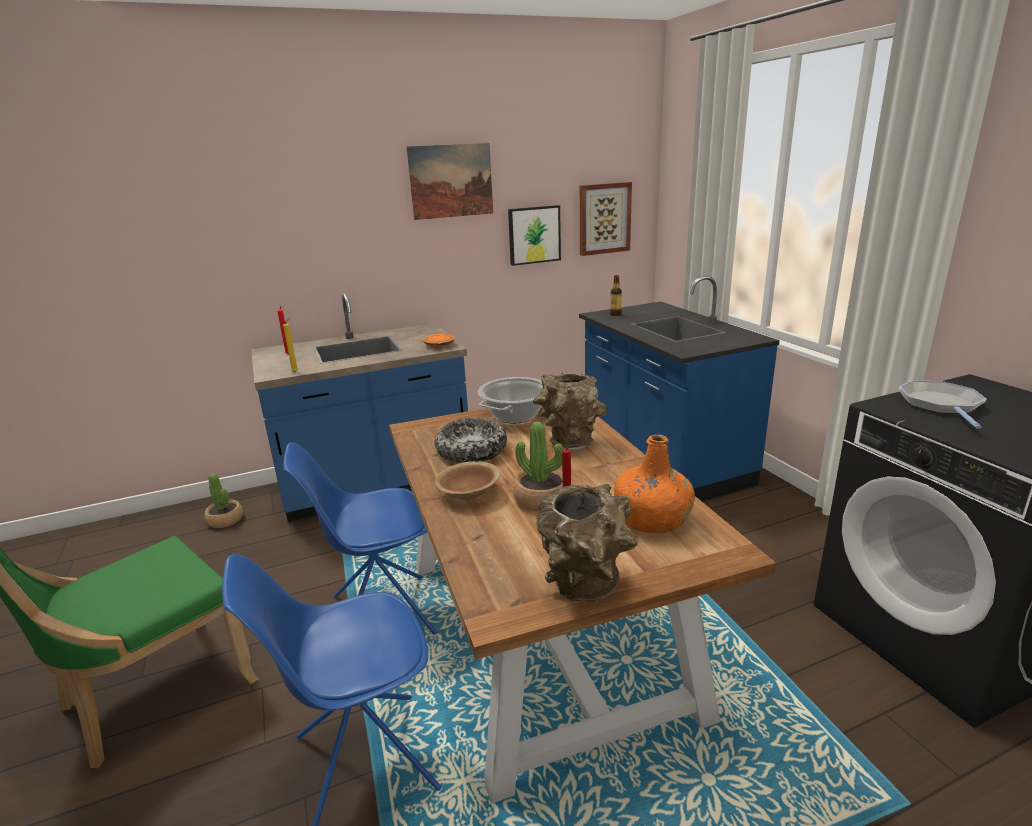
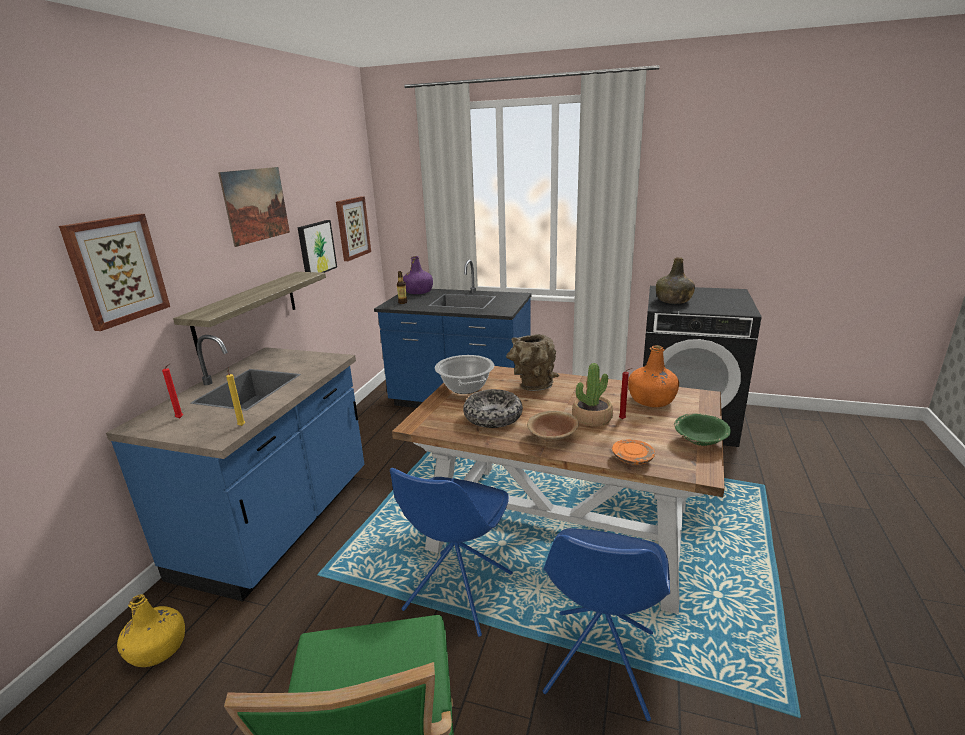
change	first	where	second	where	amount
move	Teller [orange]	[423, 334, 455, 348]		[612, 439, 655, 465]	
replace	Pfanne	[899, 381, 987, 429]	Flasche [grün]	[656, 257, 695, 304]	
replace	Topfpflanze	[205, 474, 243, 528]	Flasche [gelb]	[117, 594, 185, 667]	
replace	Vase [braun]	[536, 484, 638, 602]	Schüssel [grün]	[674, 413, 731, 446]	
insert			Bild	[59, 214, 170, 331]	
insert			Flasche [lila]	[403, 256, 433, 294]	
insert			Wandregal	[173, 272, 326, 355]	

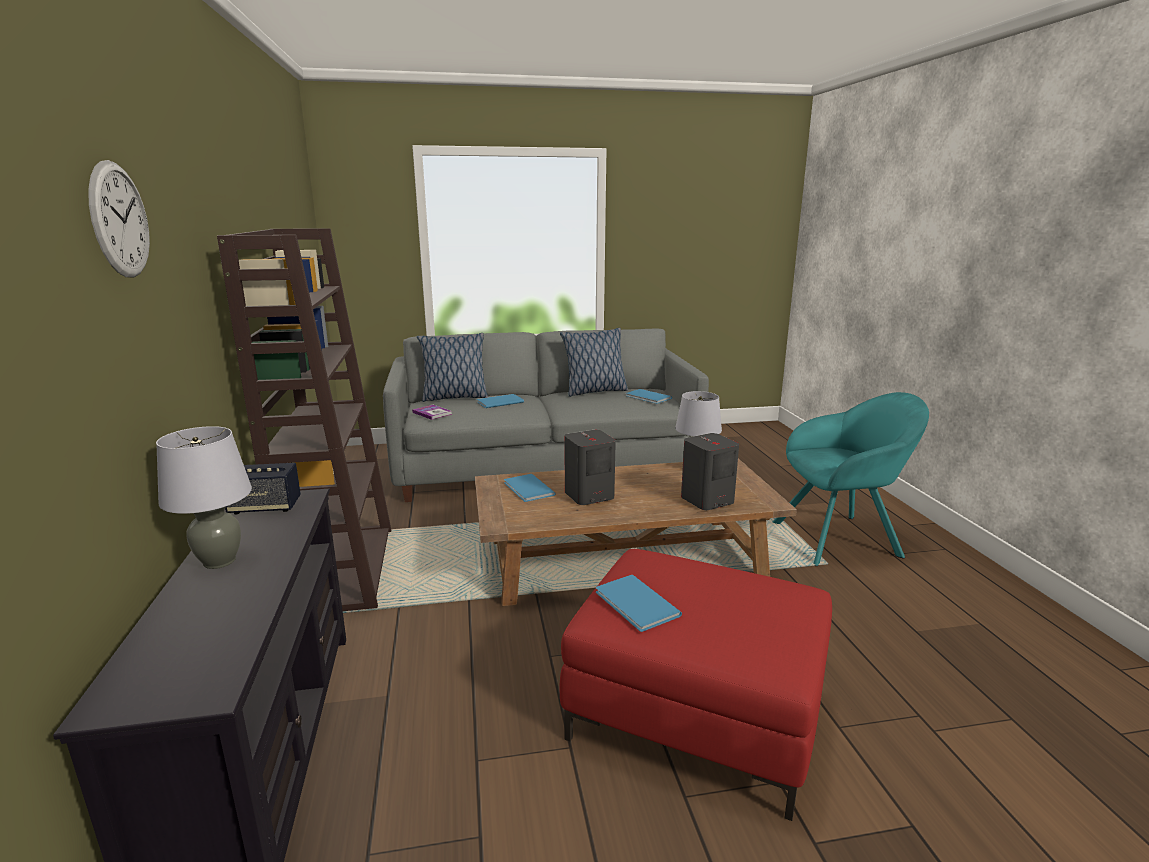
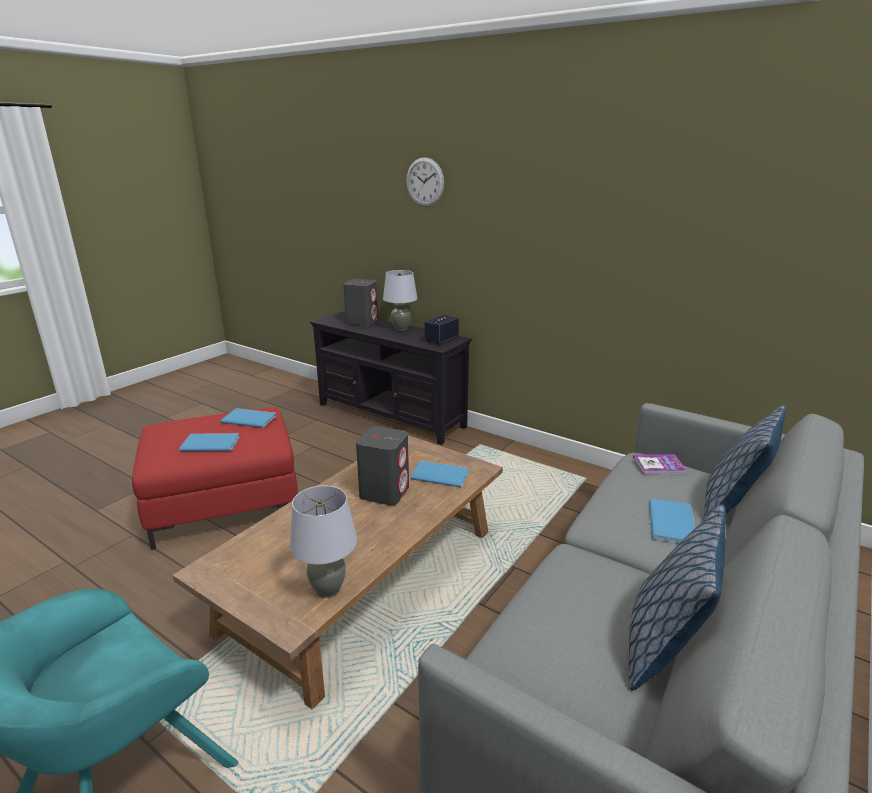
change	first	where	second	where	amount
delete	Bücherregal [braun]	[217, 228, 391, 611]			
move	Buch [blau]	[626, 389, 672, 404]		[179, 433, 239, 451]	
move	Lautsprecher [grau]	[681, 433, 739, 510]		[343, 279, 378, 326]	

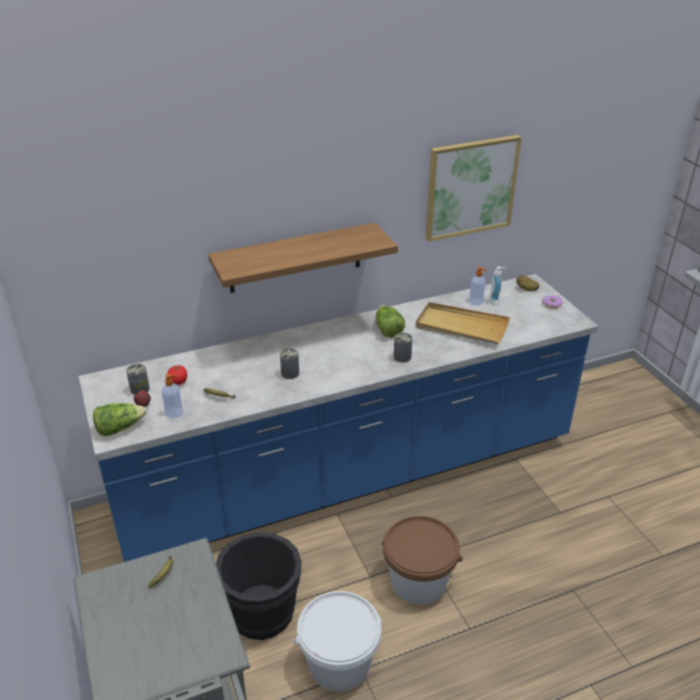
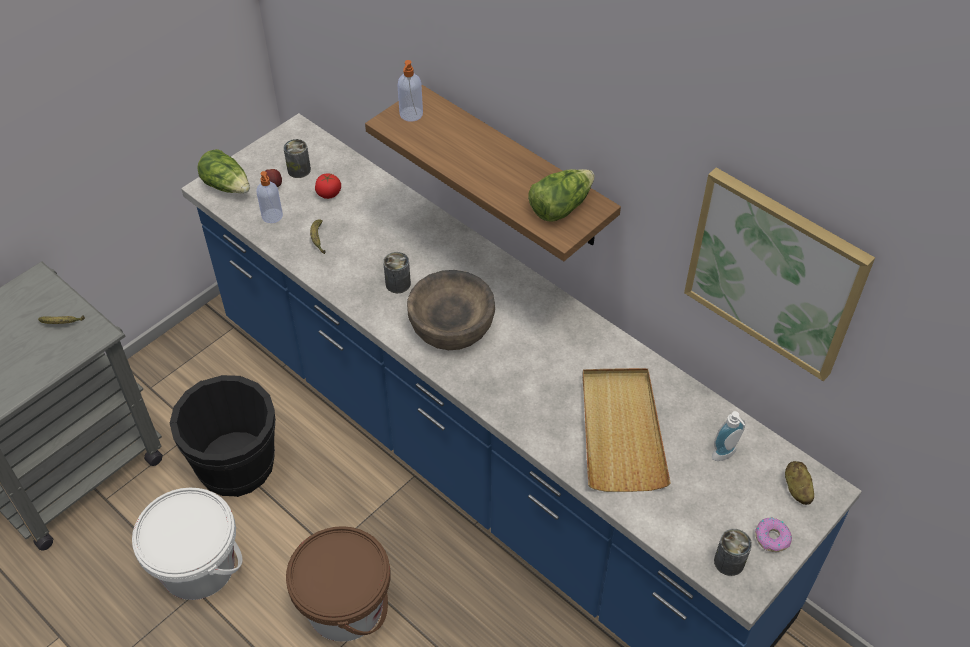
change	first	where	second	where	amount
move	Seifenspender	[469, 267, 487, 305]		[397, 60, 423, 122]	
move	Salatkopf	[376, 305, 405, 338]		[528, 169, 595, 222]	
move	Dose	[394, 333, 412, 363]		[714, 529, 752, 576]	
insert			Schüssel [braun]	[407, 270, 495, 350]	

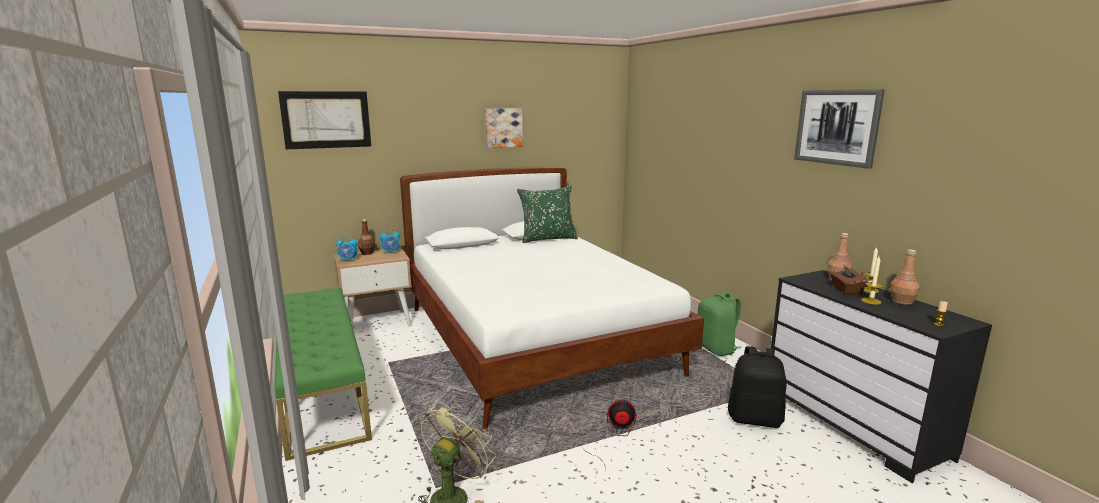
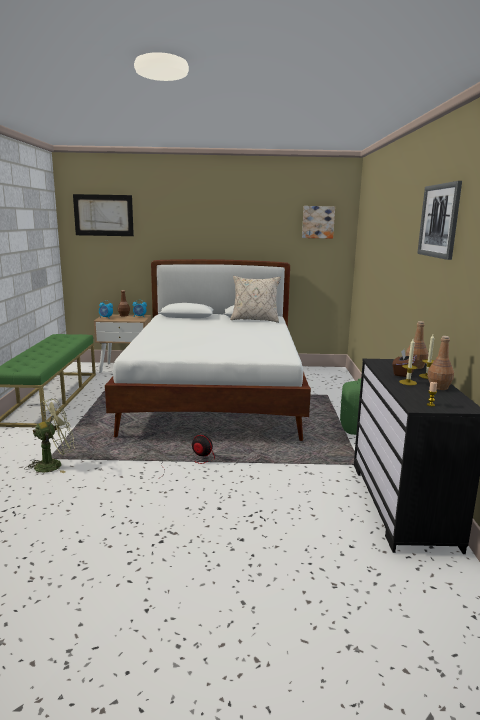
change	first	where	second	where	amount
move	Bild	[485, 108, 523, 148]		[302, 206, 335, 239]	
recolor	Kissen [grün]	[517, 185, 578, 243]	Kissen [beige]	[230, 276, 281, 323]	
delete	Rucksack [schwarz]	[728, 346, 787, 428]			

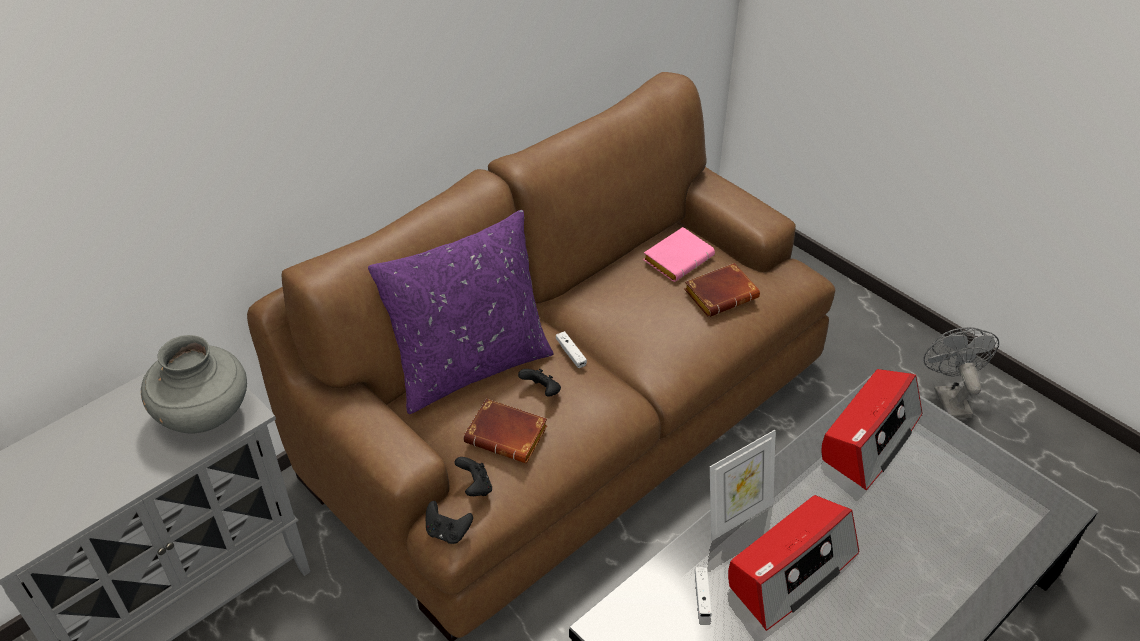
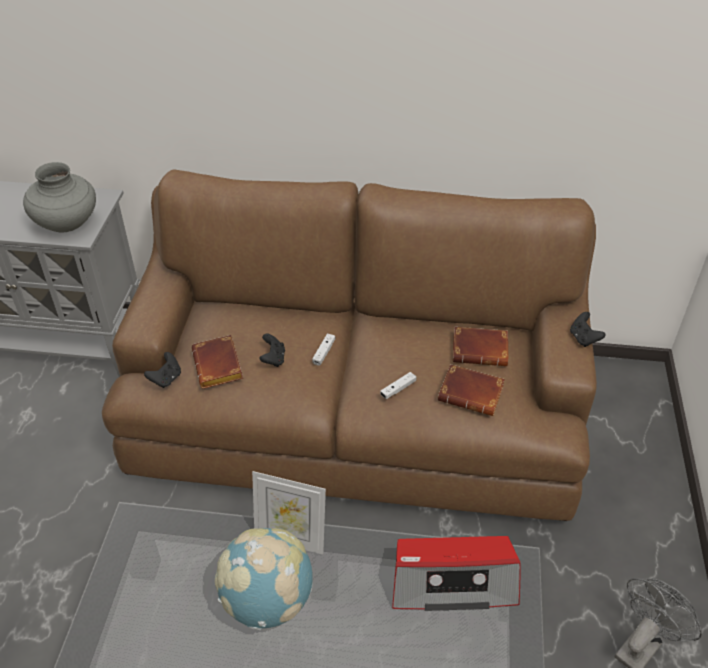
change	first	where	second	where	amount
delete	Kissen [lila]	[368, 210, 554, 414]			
recolor	Buch [rosa]	[643, 227, 715, 282]	Buch [braun]	[453, 327, 508, 366]	
replace	Radio	[728, 495, 860, 631]	Globus	[215, 528, 313, 630]	
move	Gamepad [schwarz]	[426, 501, 473, 544]		[570, 312, 606, 347]	
move	Gamepad [weiß]	[695, 567, 712, 617]		[380, 372, 416, 399]	

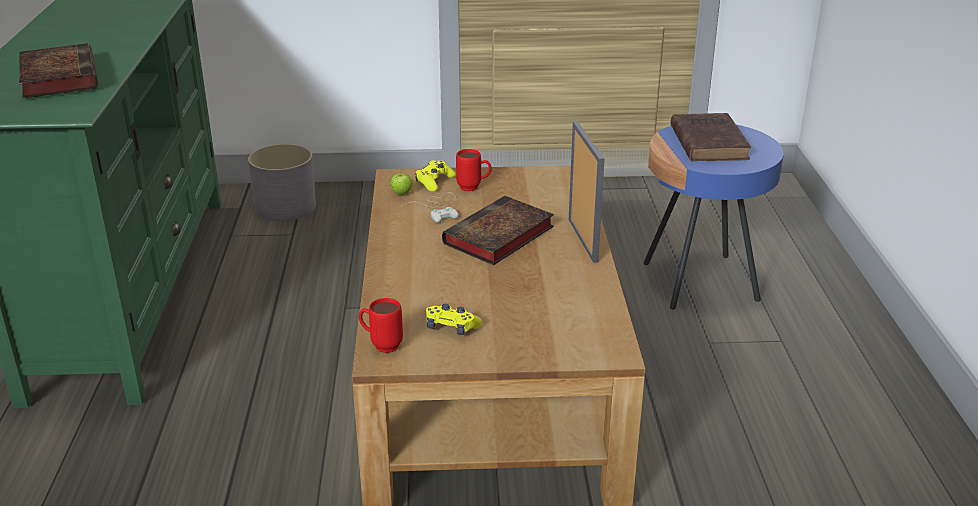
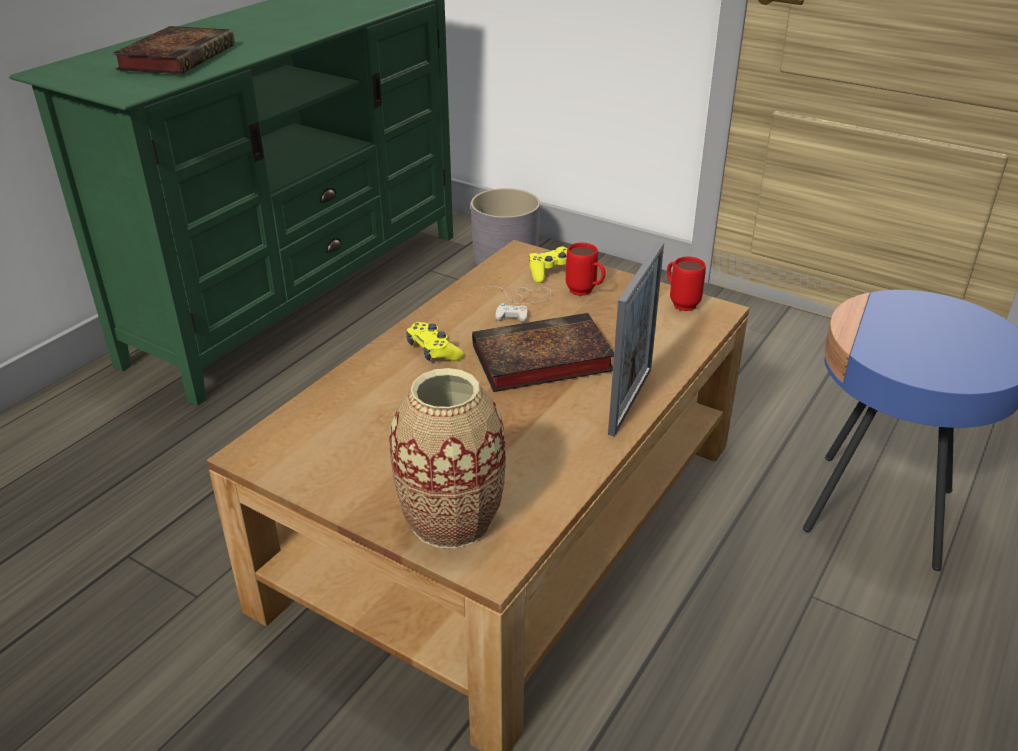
change	first	where	second	where	amount
delete	Buch [braun]	[671, 113, 751, 161]			
delete	Apfel	[390, 170, 413, 195]			
move	Henkelbecher [rot]	[359, 298, 403, 353]		[667, 257, 706, 311]	
move	Gamepad [gelb]	[426, 304, 482, 335]		[406, 322, 464, 361]	
insert			Vase	[389, 368, 506, 549]	

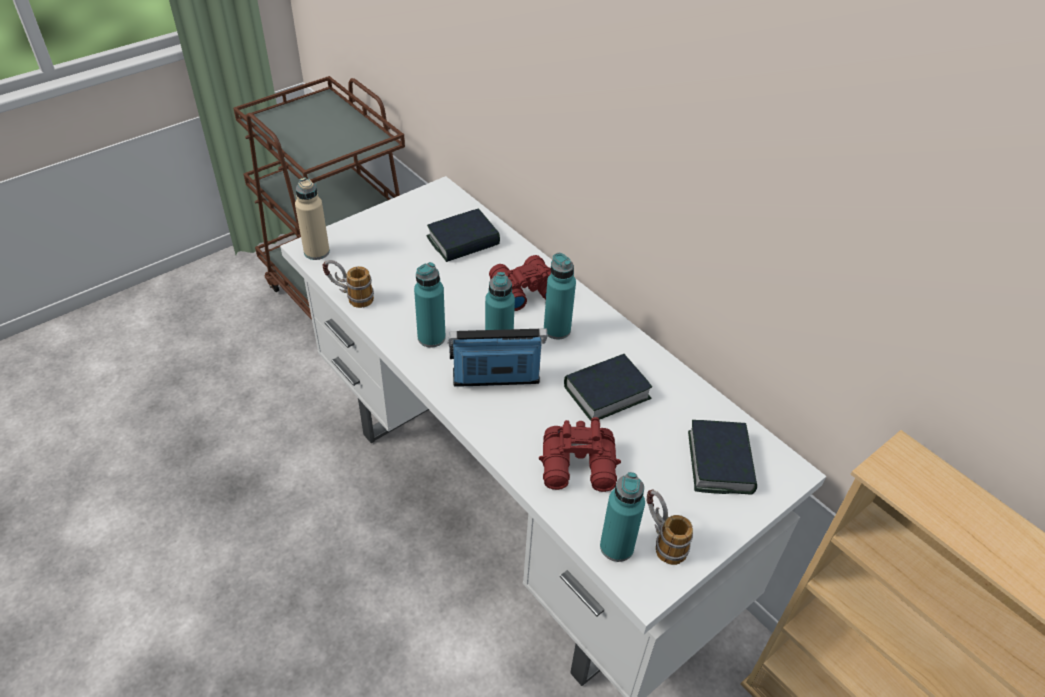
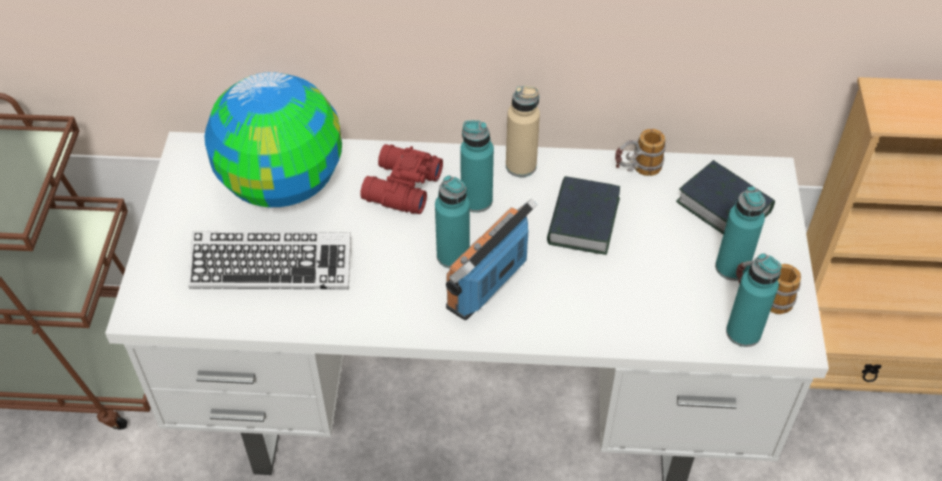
change	first	where	second	where	amount
move	Flasche [beige]	[295, 178, 330, 260]		[506, 86, 540, 177]	
replace	Buch	[427, 209, 500, 262]	Globus	[204, 72, 342, 208]	
move	Henkelbecher	[322, 260, 374, 308]		[615, 129, 666, 176]	
move	Flasche [türkis]	[414, 262, 446, 348]		[715, 187, 766, 281]	
delete	Fernglas [rot]	[539, 417, 621, 492]			
insert			Tastatur	[188, 232, 351, 289]	

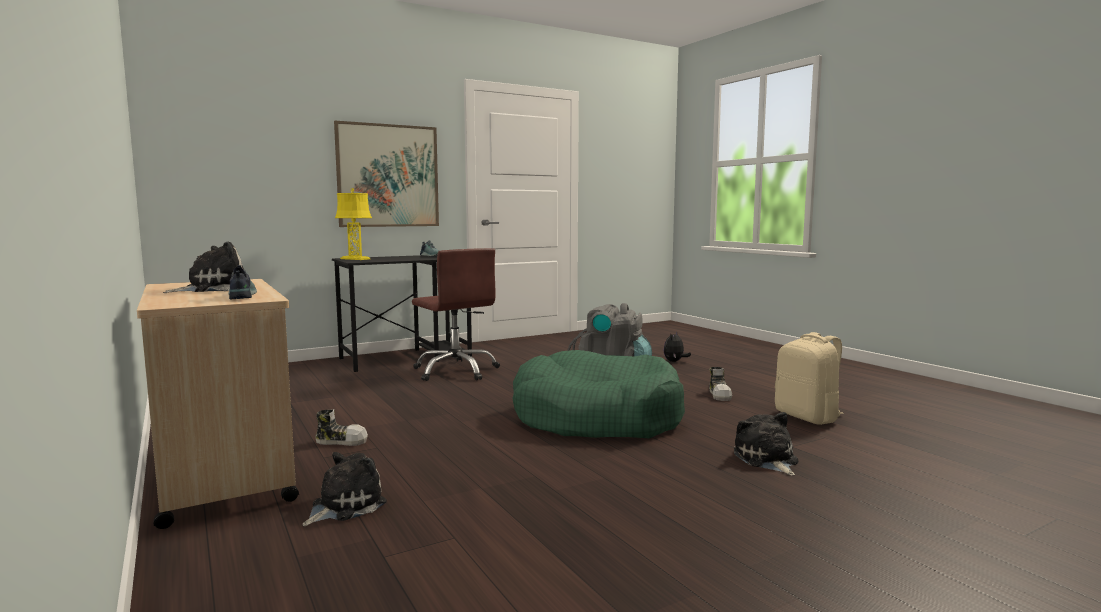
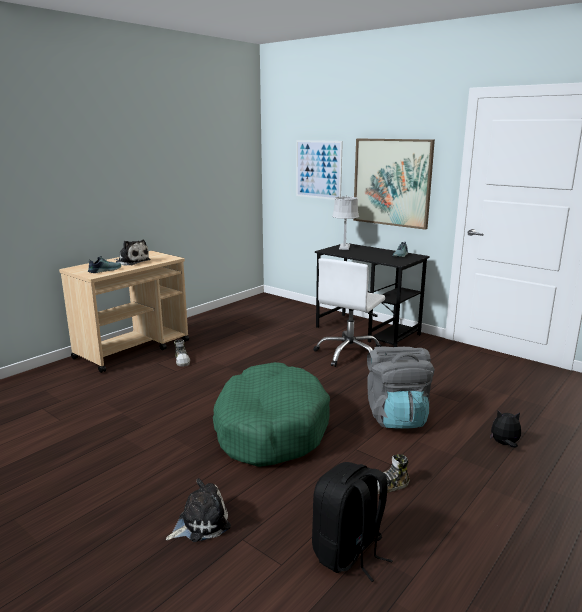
change	first	where	second	where	amount
recolor	Tischlampe [gelb]	[335, 188, 372, 260]	Tischlampe [grau]	[332, 194, 359, 250]	
recolor	Bürostuhl [braun]	[412, 248, 500, 381]	Bürostuhl [weiß]	[313, 258, 385, 367]	
recolor	Rucksack [beige]	[775, 332, 844, 425]	Rucksack [schwarz]	[312, 462, 393, 582]	
delete	Plüschtier	[302, 452, 387, 526]			
insert			Bild	[296, 140, 343, 200]	

